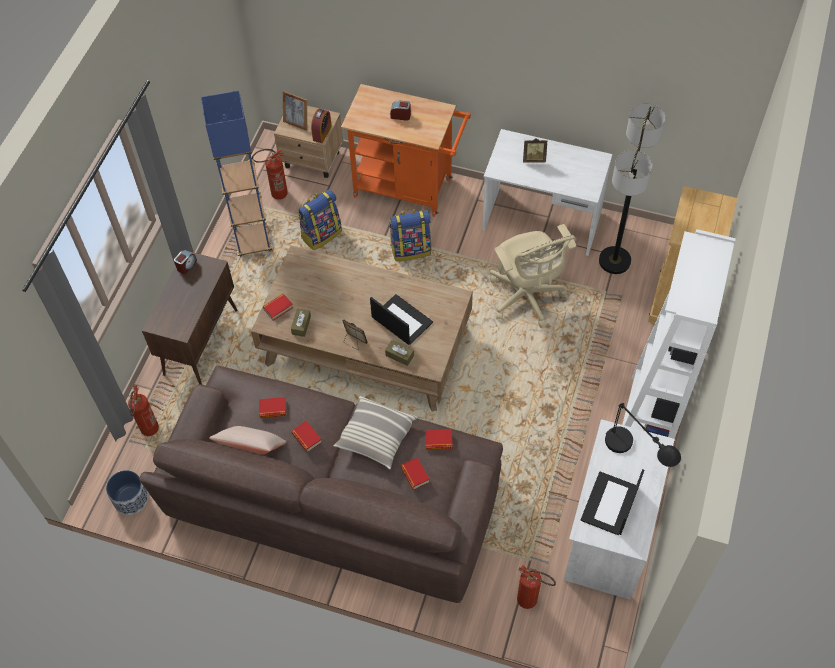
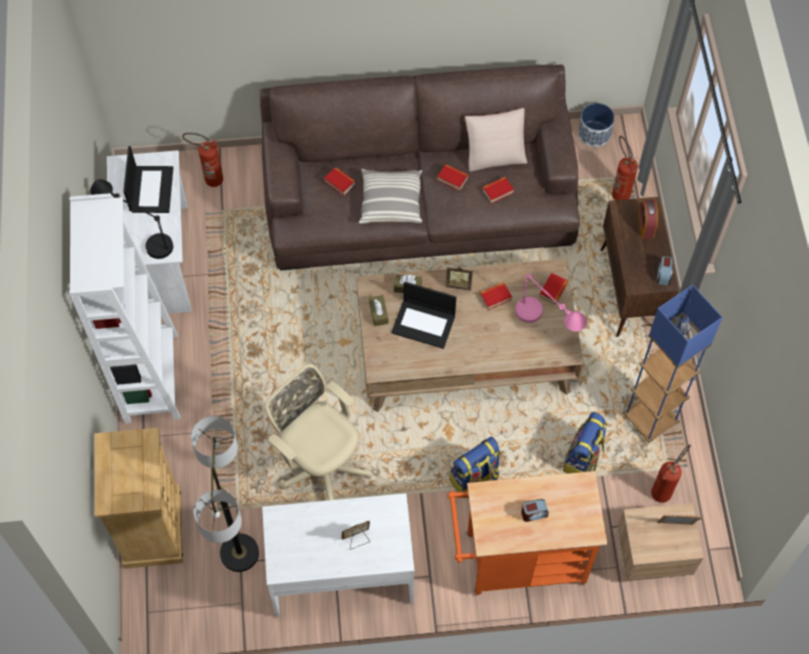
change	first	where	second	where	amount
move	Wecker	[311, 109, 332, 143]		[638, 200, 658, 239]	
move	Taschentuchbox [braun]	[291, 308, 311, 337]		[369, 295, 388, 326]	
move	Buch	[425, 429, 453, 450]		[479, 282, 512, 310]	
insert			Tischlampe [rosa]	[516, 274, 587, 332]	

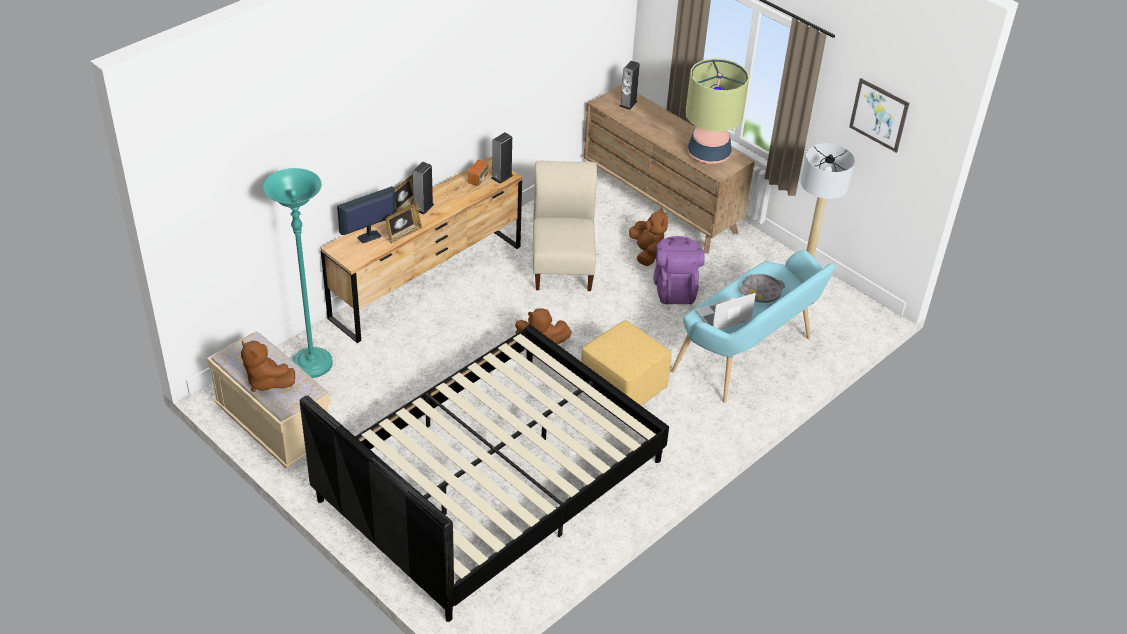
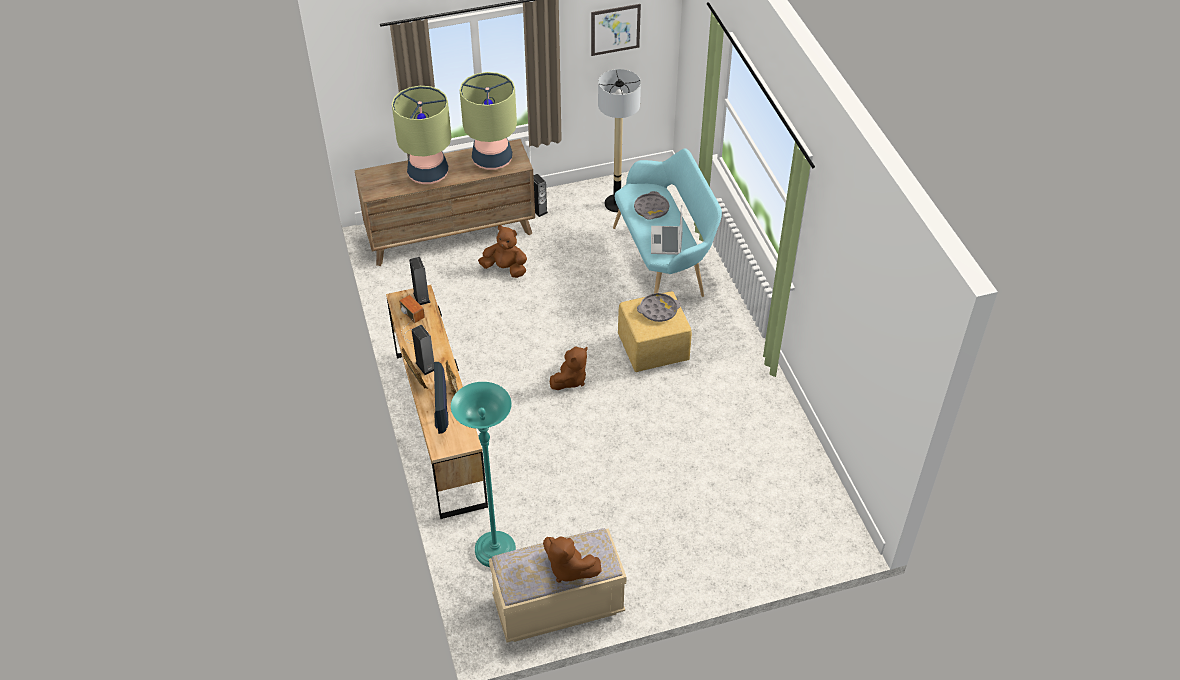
change	first	where	second	where	amount
move	Lautsprecher	[619, 61, 640, 110]		[533, 174, 548, 217]	
delete	Stuhl [beige]	[533, 161, 597, 291]			
delete	Rucksack [lila]	[653, 236, 705, 304]			
delete	Bett [schwarz]	[300, 325, 669, 622]			
rotate	Plüschtier [braun]	[241, 340, 295, 392]		[543, 536, 602, 583]	60 degrees clockwise
insert			Tischlampe	[392, 86, 452, 184]	
insert			Tablett [grau]	[637, 293, 681, 322]	

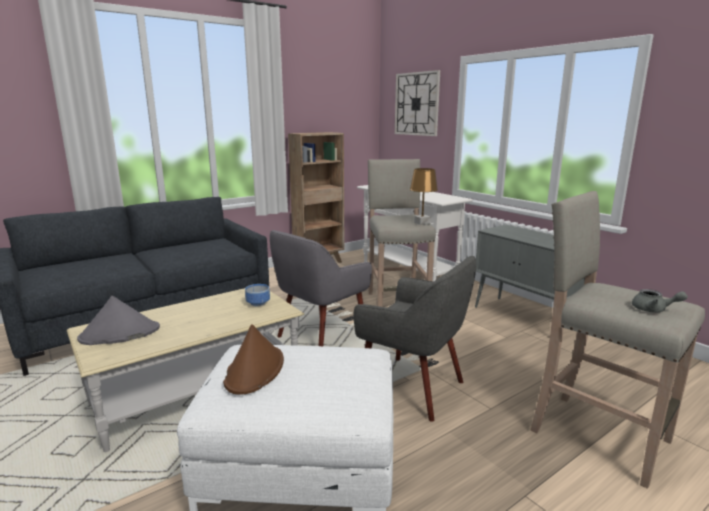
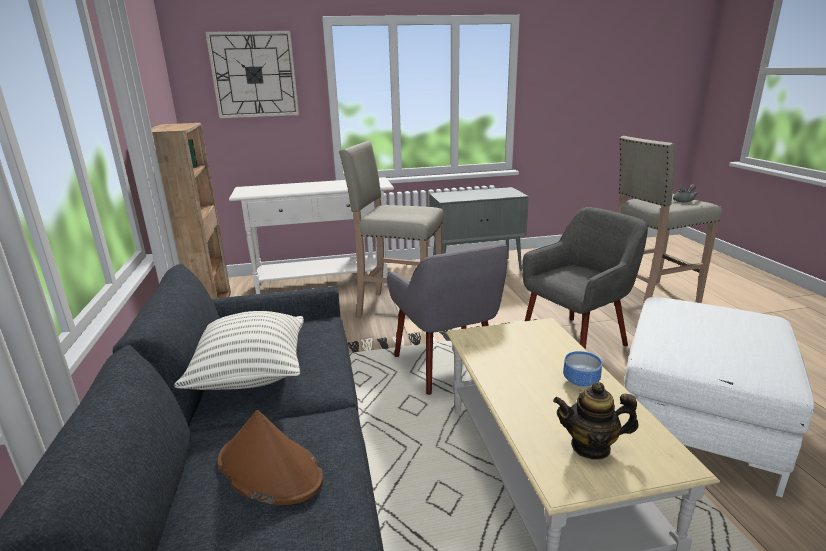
change	first	where	second	where	amount
delete	Tischlampe [braun]	[410, 168, 438, 225]			
move	Schüssel	[245, 284, 270, 306]		[563, 351, 602, 388]	
replace	Hut [grau]	[77, 296, 160, 345]	Teekanne	[553, 382, 639, 459]	
move	Hut [braun]	[223, 324, 284, 395]		[218, 410, 324, 506]	
insert			Kissen	[174, 311, 304, 390]	

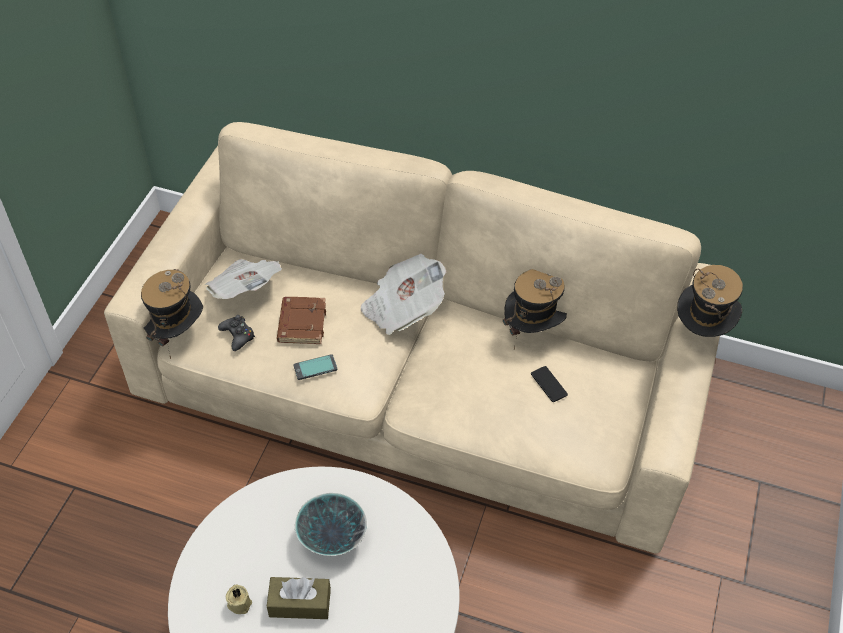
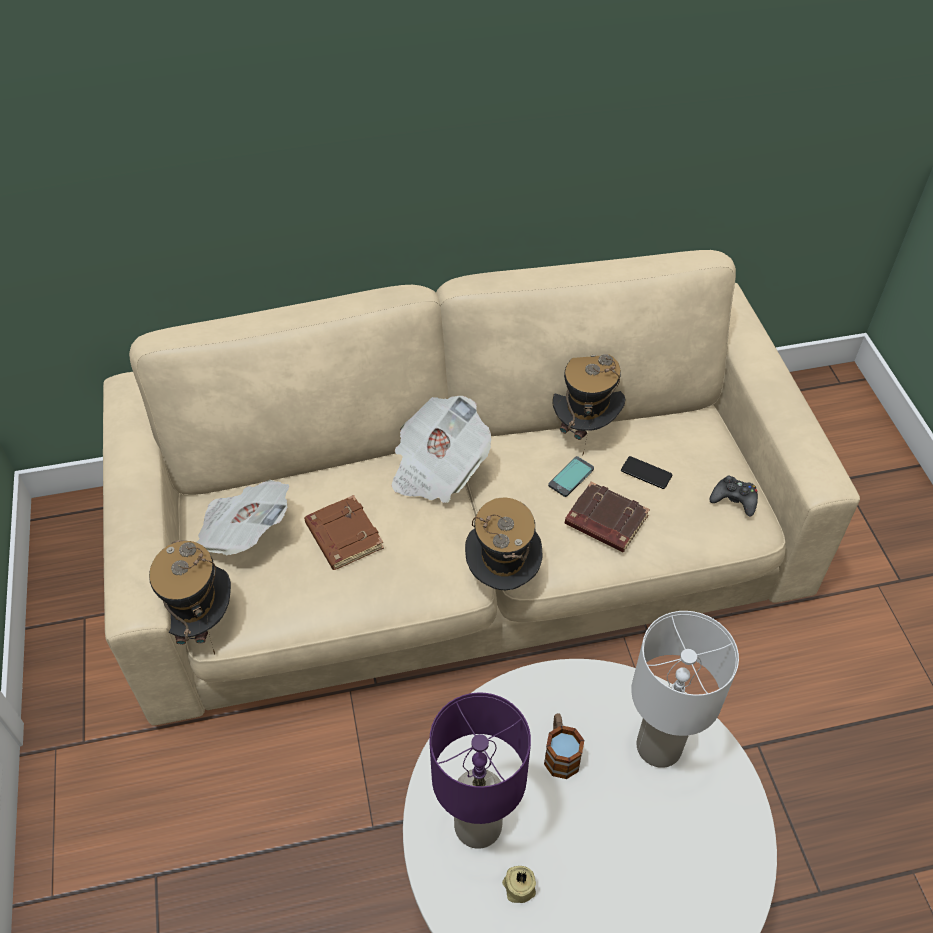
change	first	where	second	where	amount
move	Hut	[677, 265, 743, 337]		[465, 497, 543, 590]	
move	Gamepad [schwarz]	[218, 315, 255, 351]		[710, 475, 758, 517]	
move	Handy	[294, 354, 337, 380]		[548, 456, 594, 497]	
replace	Schüssel	[295, 493, 367, 556]	Henkelbecher	[544, 714, 584, 779]	
delete	Taschentuchbox [braun]	[267, 577, 331, 619]			
insert			Buch [braun]	[565, 481, 650, 552]	
insert			Tischlampe [weiß]	[631, 611, 739, 768]	
insert			Tischlampe [lila]	[429, 692, 531, 849]	

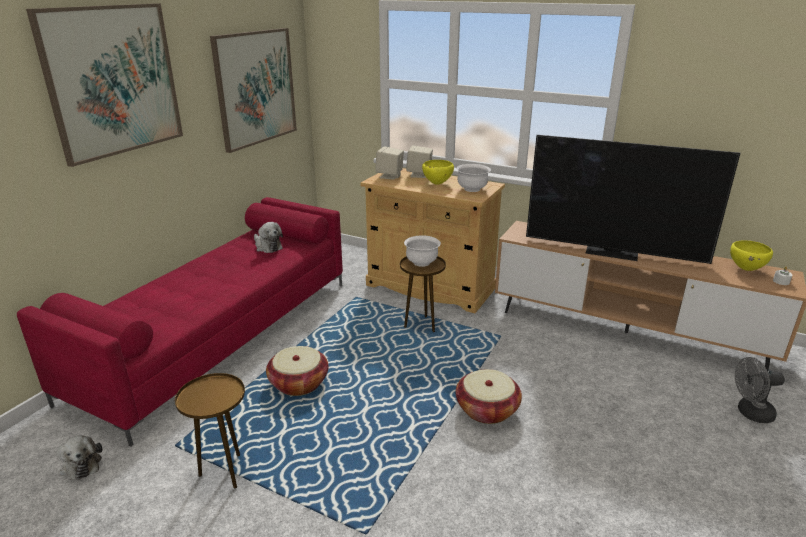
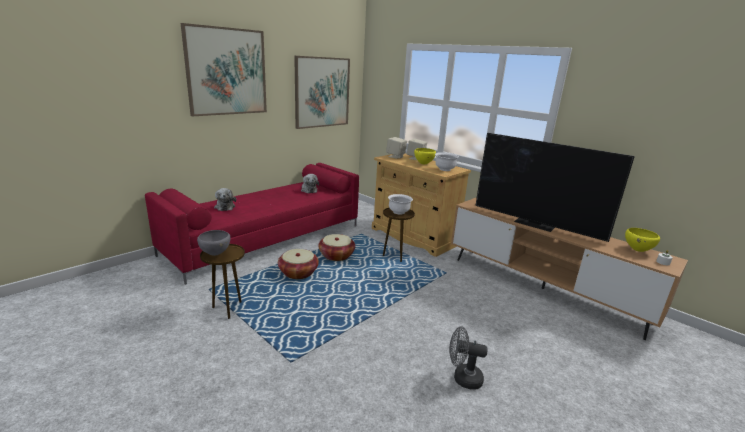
change	first	where	second	where	amount
move	Ventilator [grau]	[735, 357, 785, 423]		[449, 327, 488, 389]	
move	Korb	[456, 369, 522, 424]		[318, 234, 355, 261]	
move	Plüschtier	[57, 435, 102, 480]		[214, 188, 236, 211]	
insert			Schüssel [grau]	[197, 230, 230, 256]	

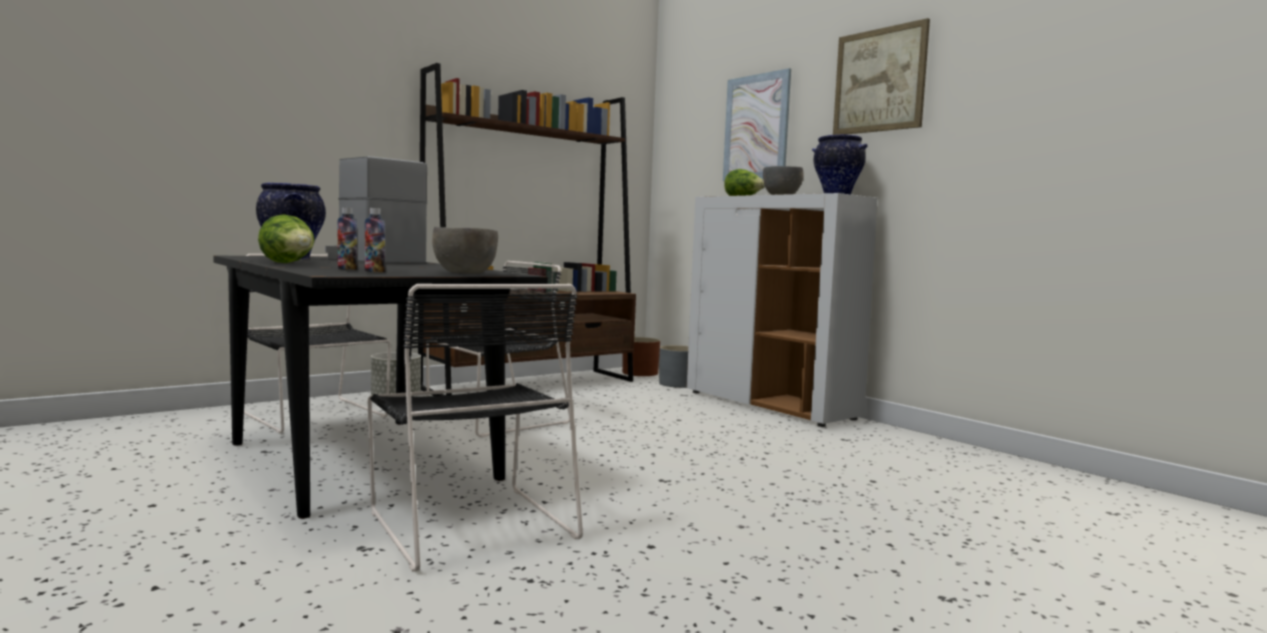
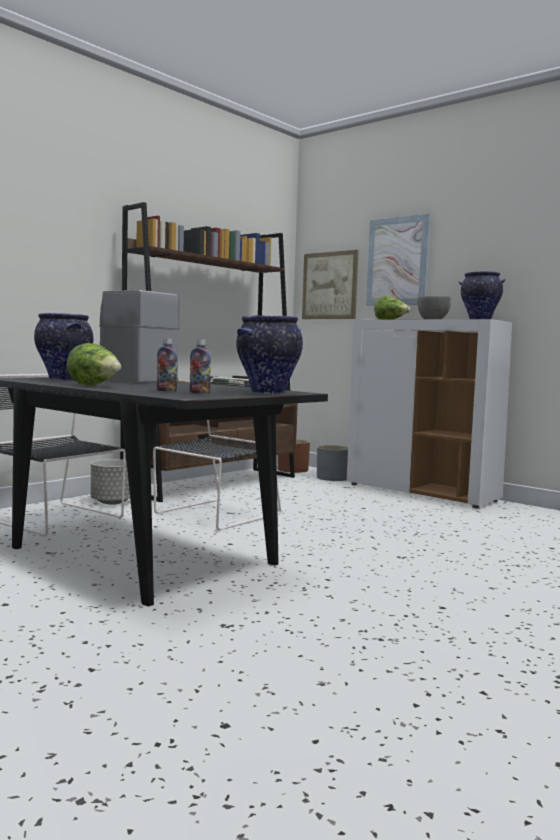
change	first	where	second	where	amount
move	Bild	[833, 18, 930, 135]		[302, 250, 359, 319]	
replace	Schüssel [grau]	[432, 227, 498, 274]	Vase	[236, 315, 303, 394]	
delete	Stuhl [schwarz]	[368, 284, 583, 572]			

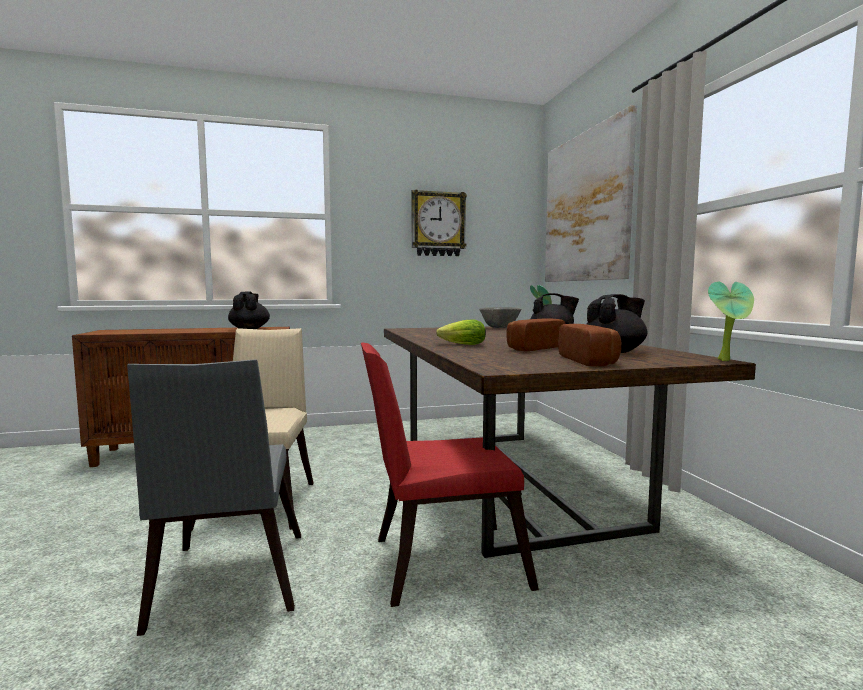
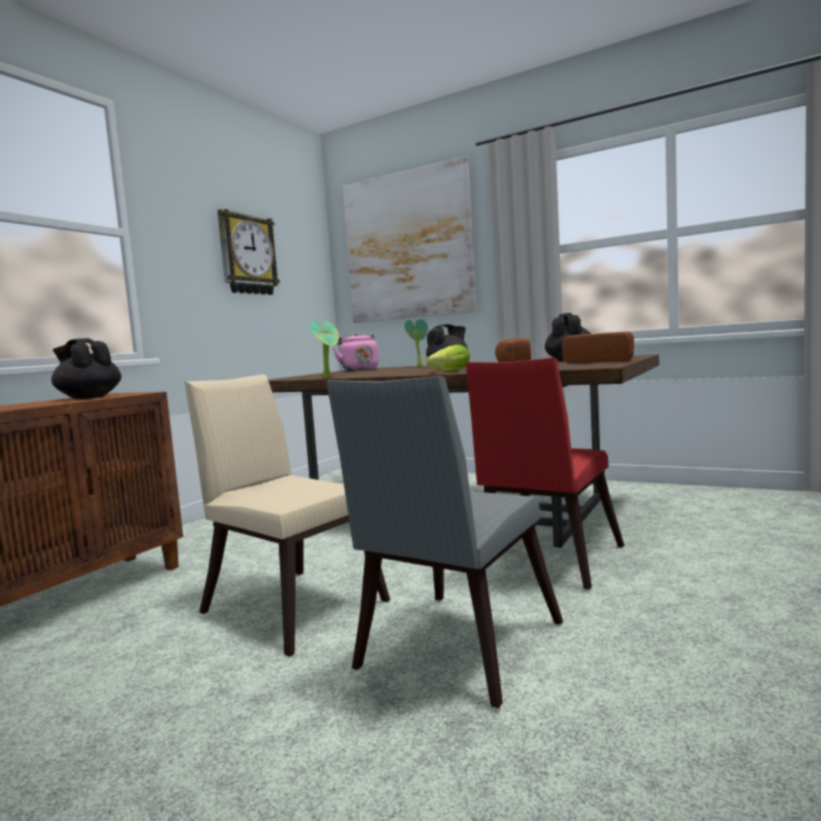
change	first	where	second	where	amount
move	Topfpflanze	[708, 282, 754, 361]		[309, 321, 339, 378]	
replace	Schüssel [grau]	[479, 307, 521, 328]	Wasserkessel [rosa]	[333, 333, 379, 371]	
rotate	Stuhl [grau]	[127, 359, 301, 636]		[326, 376, 563, 708]	90 degrees clockwise

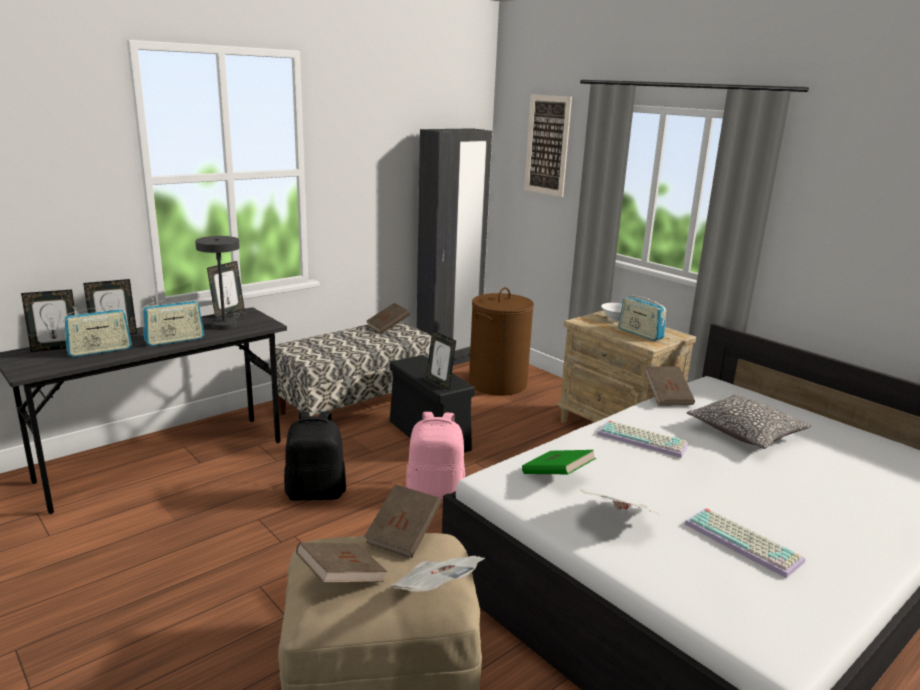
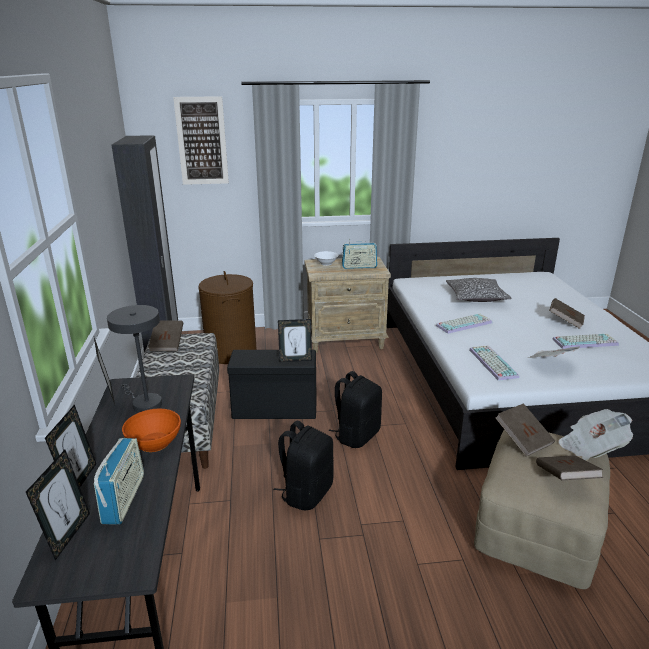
change	first	where	second	where	amount
replace	Radio	[142, 298, 204, 346]	Schüssel [orange]	[122, 409, 181, 452]	
move	Buch [braun]	[644, 366, 695, 406]		[549, 298, 585, 329]	
recolor	Rucksack [rosa]	[406, 412, 465, 500]	Rucksack [schwarz]	[328, 371, 382, 448]	
replace	Buch [grün]	[522, 450, 596, 474]	Tastatur	[469, 345, 519, 381]	

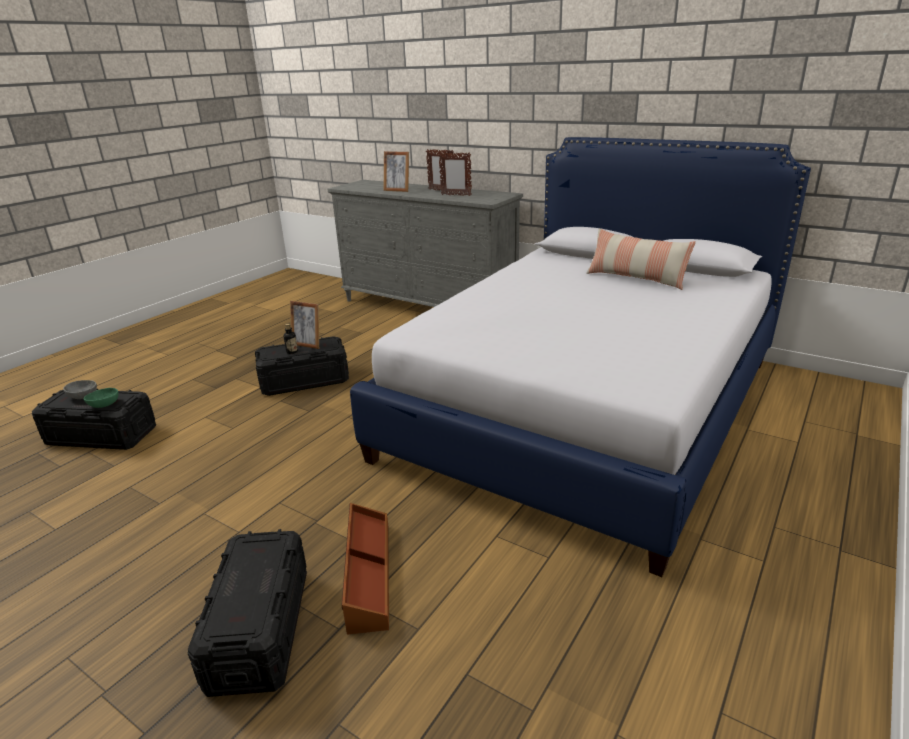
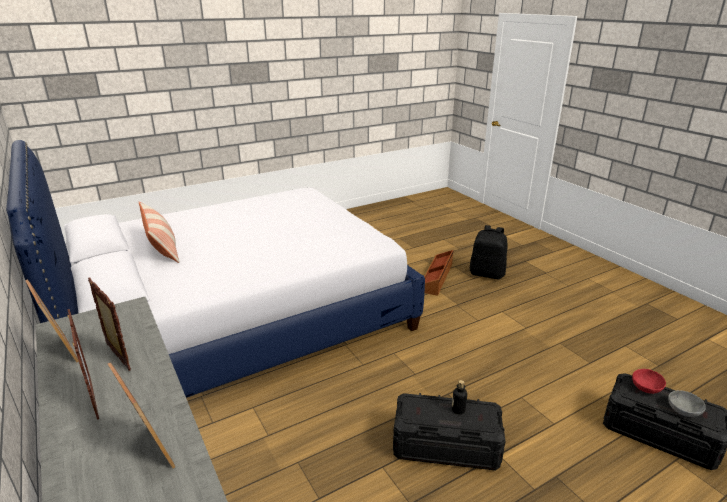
change	first	where	second	where	amount
move	Bilderrahmen	[290, 301, 319, 349]		[25, 279, 79, 362]	
recolor	Schüssel [grün]	[84, 388, 119, 408]	Schüssel [rot]	[632, 369, 666, 394]	
replace	Aufbewahrungsbox [schwarz]	[188, 529, 307, 697]	Rucksack [schwarz]	[470, 225, 508, 279]	

